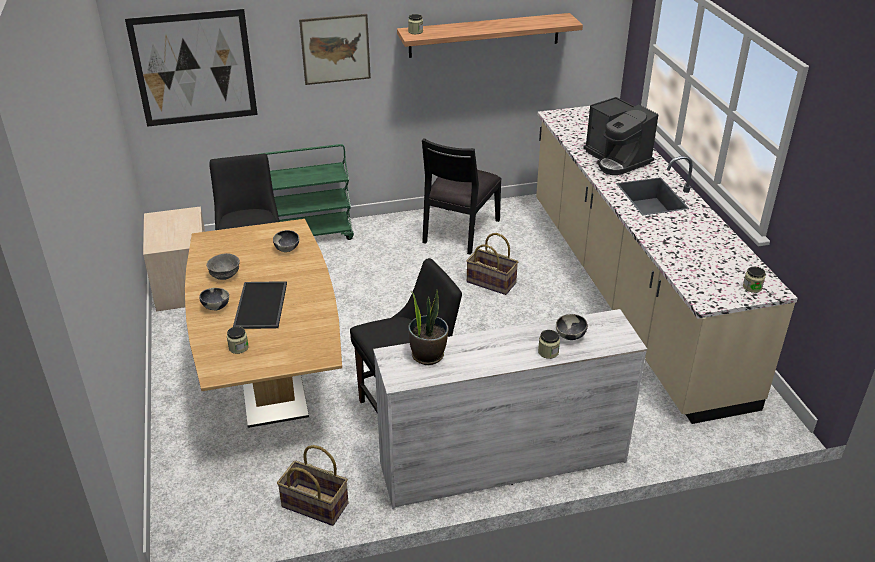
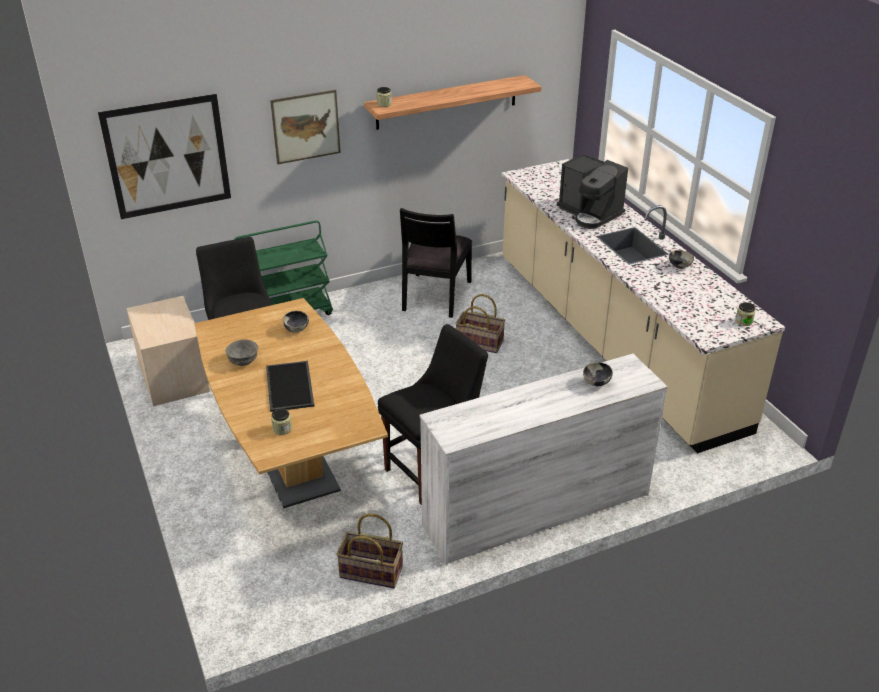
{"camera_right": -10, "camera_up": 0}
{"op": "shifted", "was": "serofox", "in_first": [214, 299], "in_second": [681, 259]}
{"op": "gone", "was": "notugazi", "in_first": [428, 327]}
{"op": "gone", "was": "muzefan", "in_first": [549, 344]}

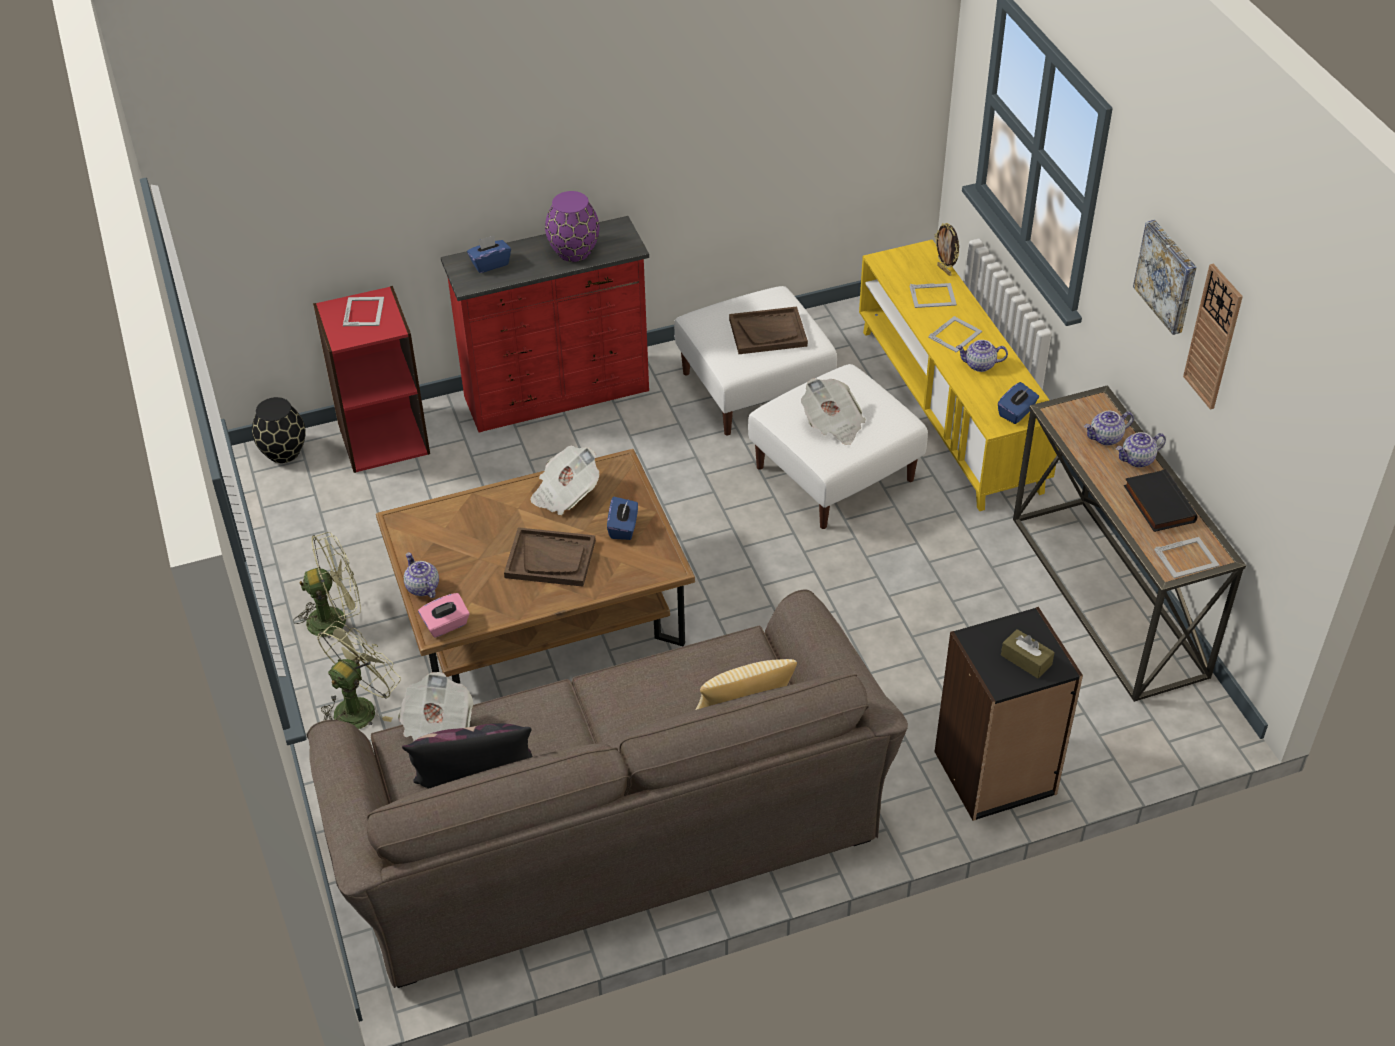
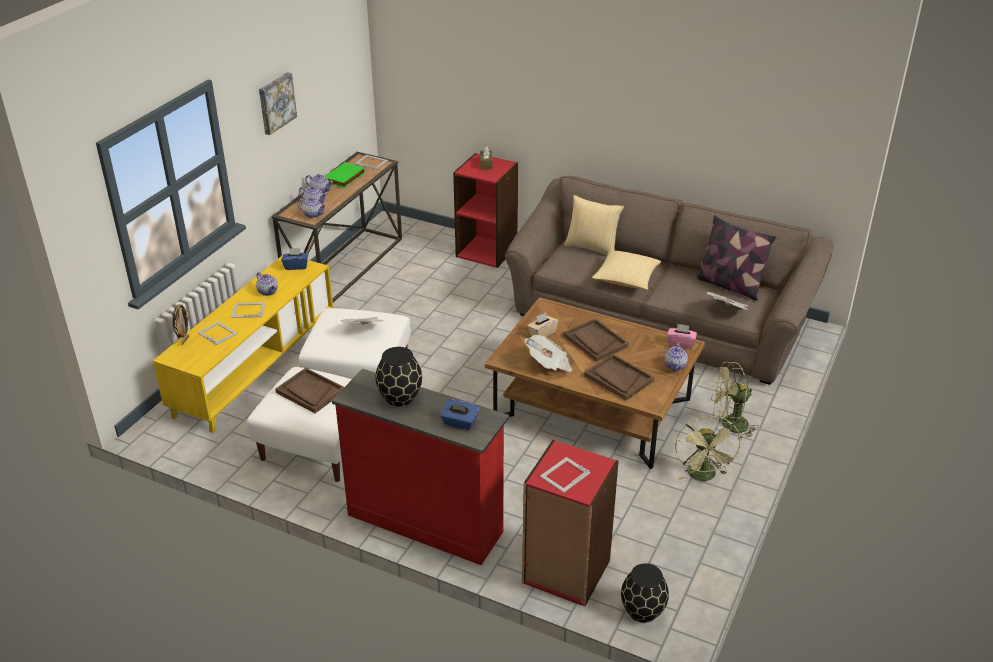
{"camera_right": -135, "camera_up": -10}
{"op": "rotated", "was": "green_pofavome", "in_first": [327, 585], "in_second": [708, 448], "clockwise": -120}
{"op": "repainted", "was": "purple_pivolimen", "now": "black_pivolimen", "in_first": [572, 226], "in_second": [399, 377]}
{"op": "repainted", "was": "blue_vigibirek", "now": "beige_vigibirek", "in_first": [622, 518], "in_second": [543, 325]}
{"op": "repainted", "was": "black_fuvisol", "now": "red_fuvisol", "in_first": [1009, 714], "in_second": [485, 210]}
{"op": "repainted", "was": "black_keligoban", "now": "green_keligoban", "in_first": [1160, 500], "in_second": [345, 175]}
{"op": "gone", "was": "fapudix", "in_first": [1213, 337]}
{"op": "new", "now": "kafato", "in_second": [311, 207]}
{"op": "new", "now": "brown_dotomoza", "in_second": [619, 377]}
{"op": "new", "now": "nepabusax", "in_second": [626, 270]}

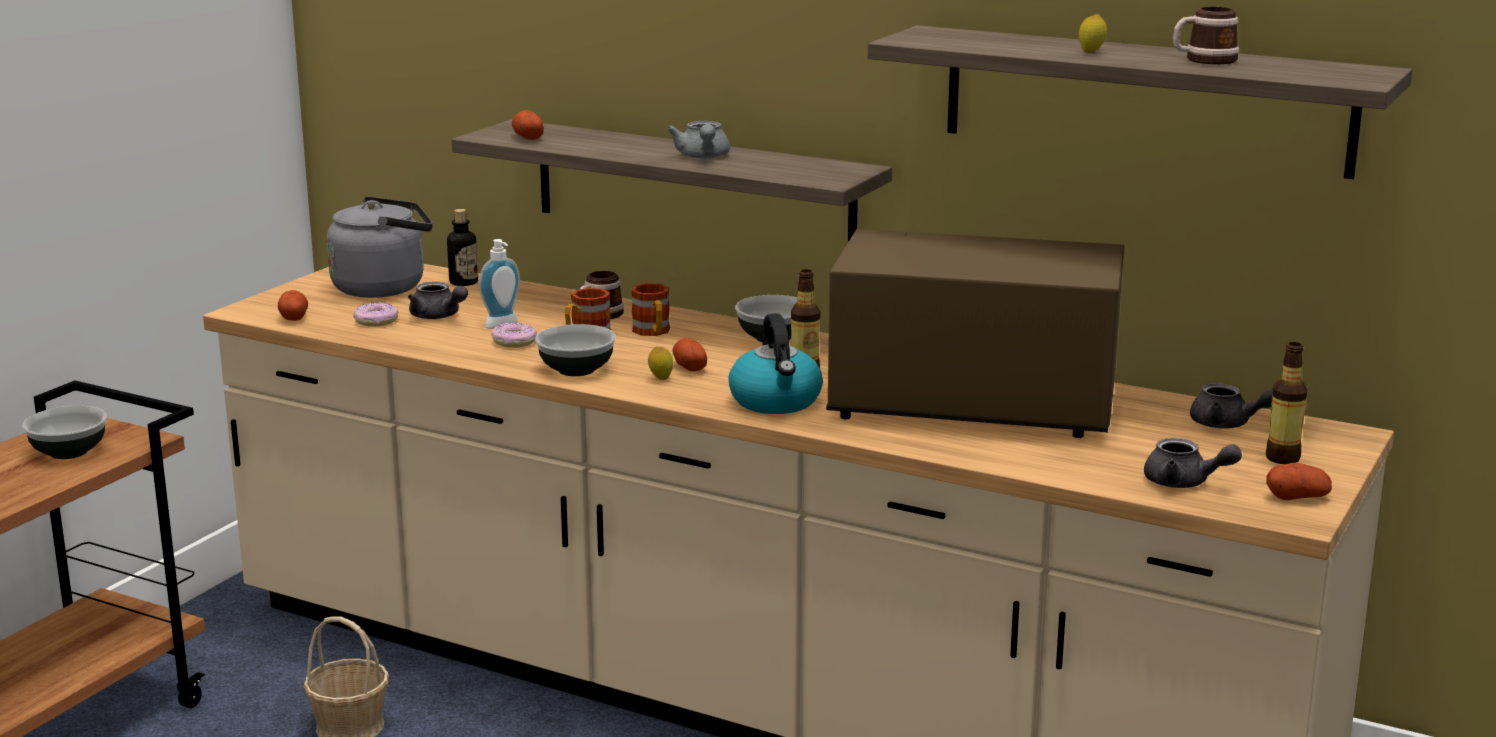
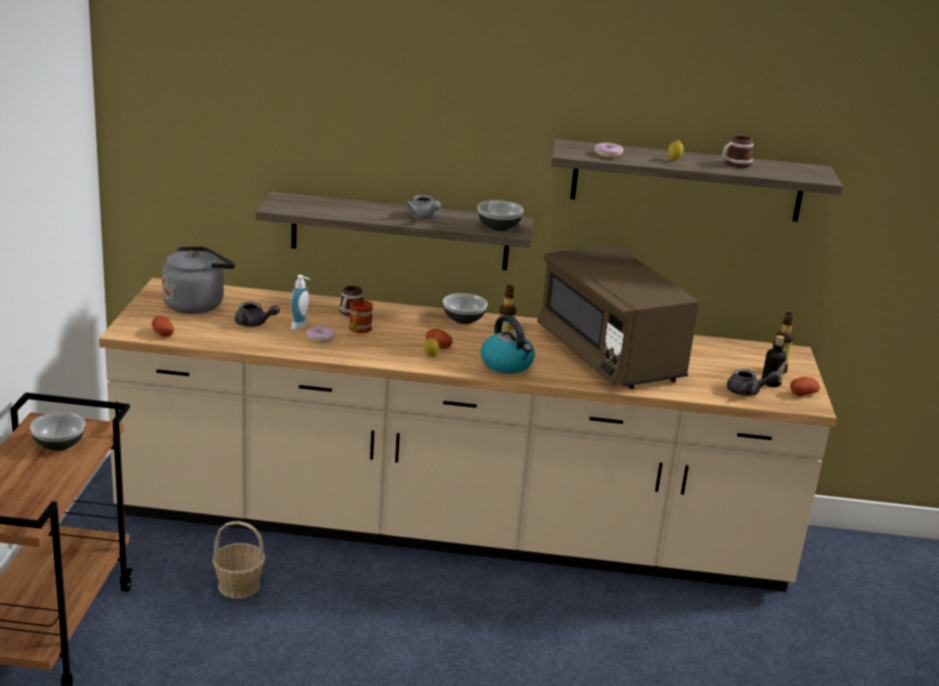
{"camera_right": -25, "camera_up": 5}
{"op": "shifted", "was": "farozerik", "in_first": [376, 314], "in_second": [608, 150]}
{"op": "shifted", "was": "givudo", "in_first": [462, 247], "in_second": [774, 361]}
{"op": "gone", "was": "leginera", "in_first": [528, 125]}
{"op": "shifted", "was": "serofox", "in_first": [575, 350], "in_second": [500, 215]}
{"op": "gone", "was": "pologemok", "in_first": [650, 309]}
{"op": "rotated", "was": "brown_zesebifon", "in_first": [975, 333], "in_second": [618, 317], "clockwise": -105}
{"op": "gone", "was": "grey_kafato", "in_first": [1231, 406]}

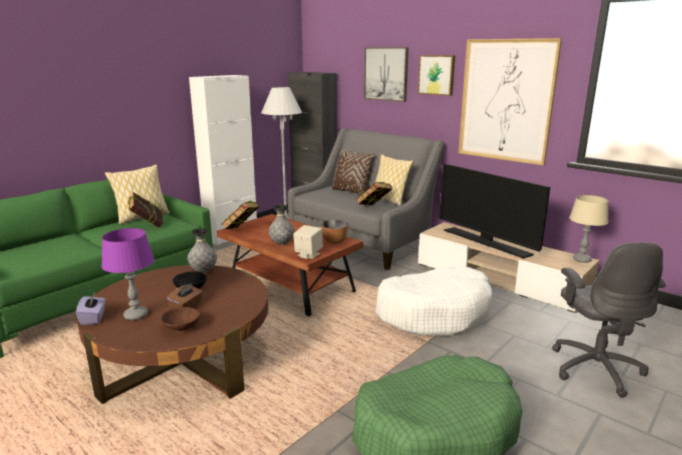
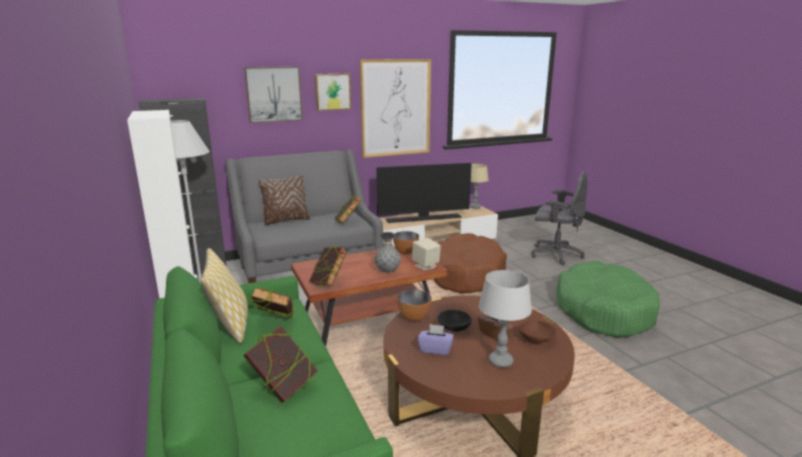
{"camera_right": -65, "camera_up": 0}
{"op": "shifted", "was": "purple_vigibirek", "in_first": [90, 309], "in_second": [435, 339]}
{"op": "repainted", "was": "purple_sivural", "now": "grey_sivural", "in_first": [127, 274], "in_second": [505, 319]}
{"op": "swapped", "was": "grey_pivolimen", "now": "serofox", "in_first": [202, 250], "in_second": [414, 306]}
{"op": "gone", "was": "nepabusax", "in_first": [394, 180]}
{"op": "repainted", "was": "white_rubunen", "now": "brown_rubunen", "in_first": [433, 301], "in_second": [470, 263]}
{"op": "new", "now": "keligoban", "in_second": [281, 364]}

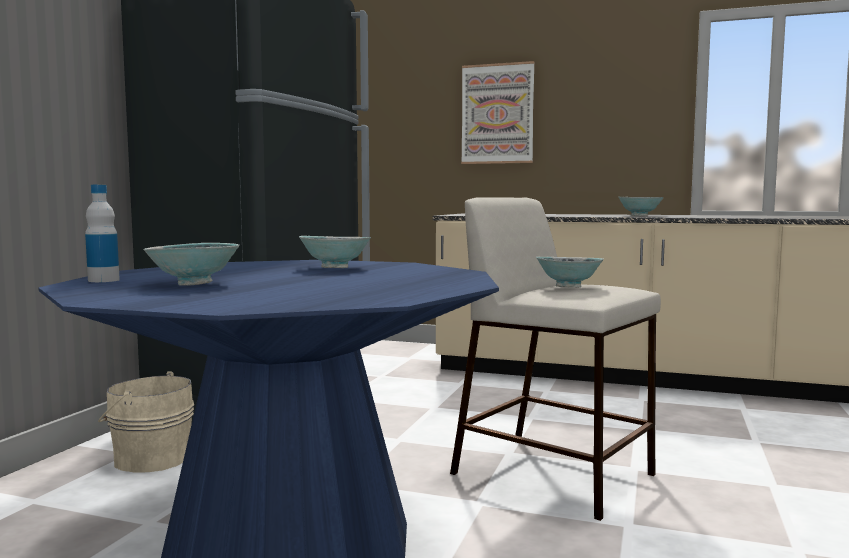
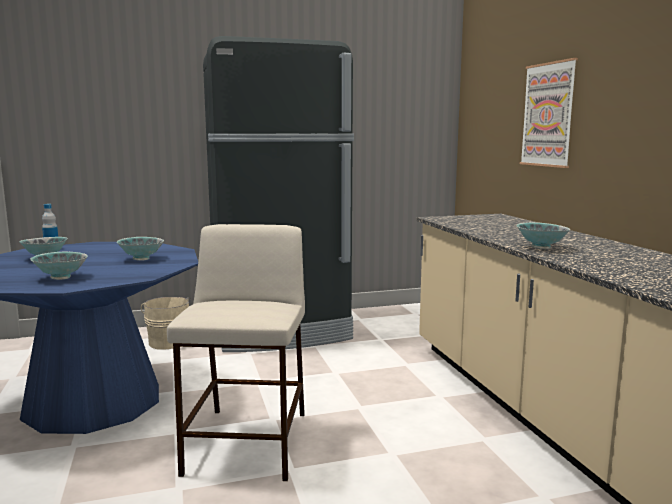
{"camera_right": 55, "camera_up": 5}
{"op": "shifted", "was": "serofox", "in_first": [570, 272], "in_second": [59, 266]}

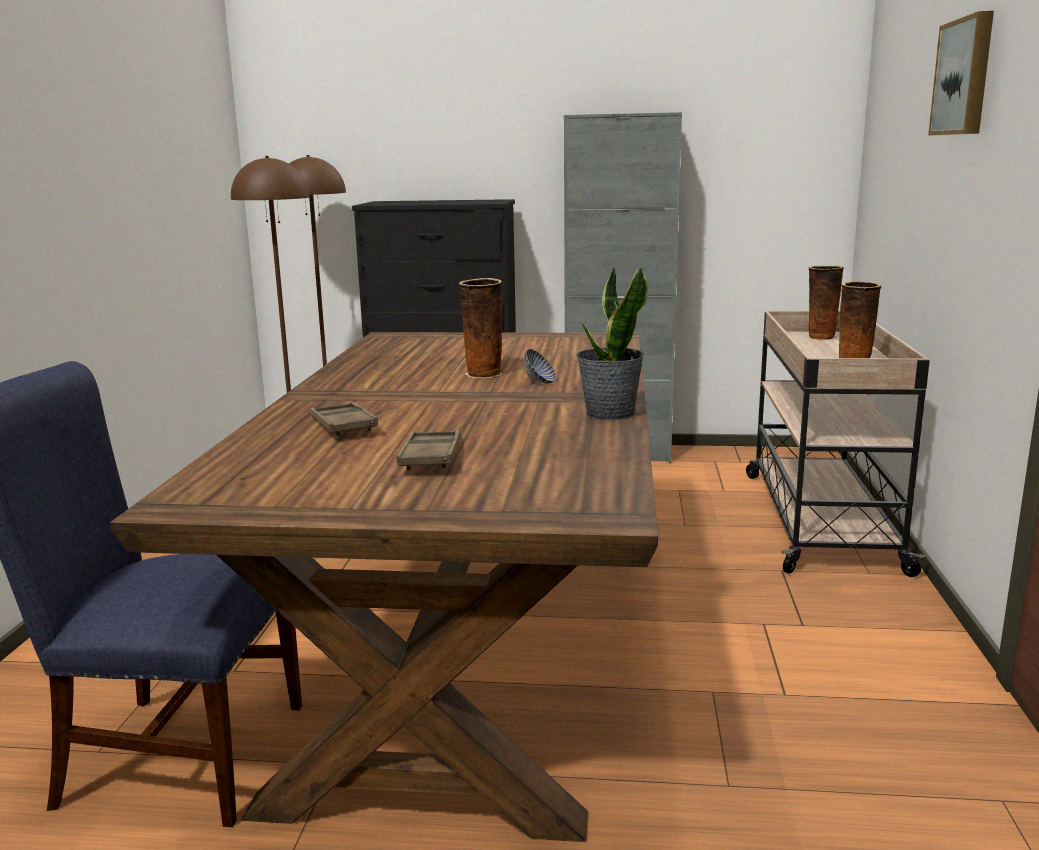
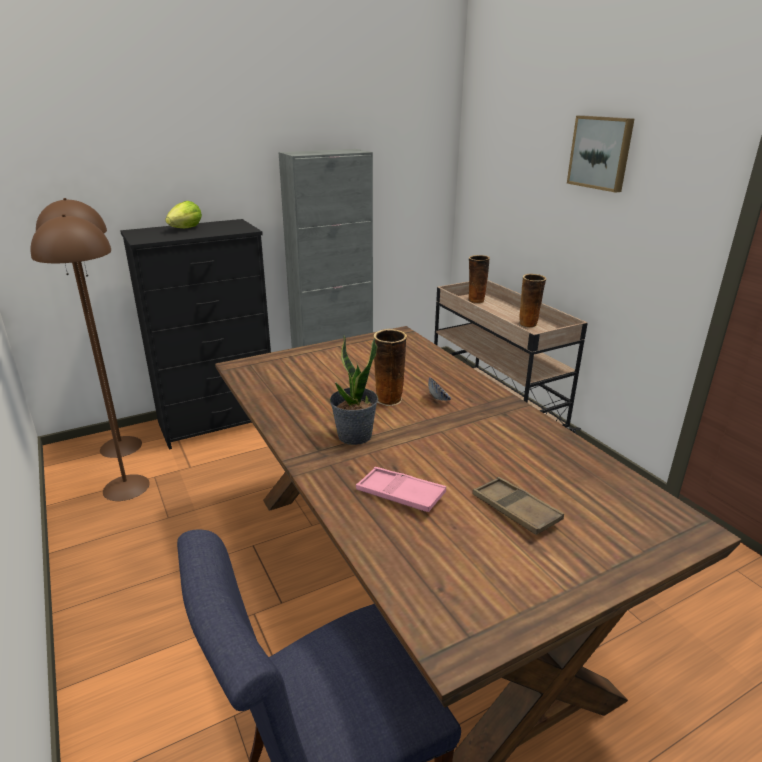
{"camera_right": -35, "camera_up": 10}
{"op": "repainted", "was": "brown_dotomoza", "now": "pink_dotomoza", "in_first": [344, 419], "in_second": [401, 489]}
{"op": "shifted", "was": "notugazi", "in_first": [612, 343], "in_second": [354, 390]}
{"op": "new", "now": "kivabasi", "in_second": [183, 214]}

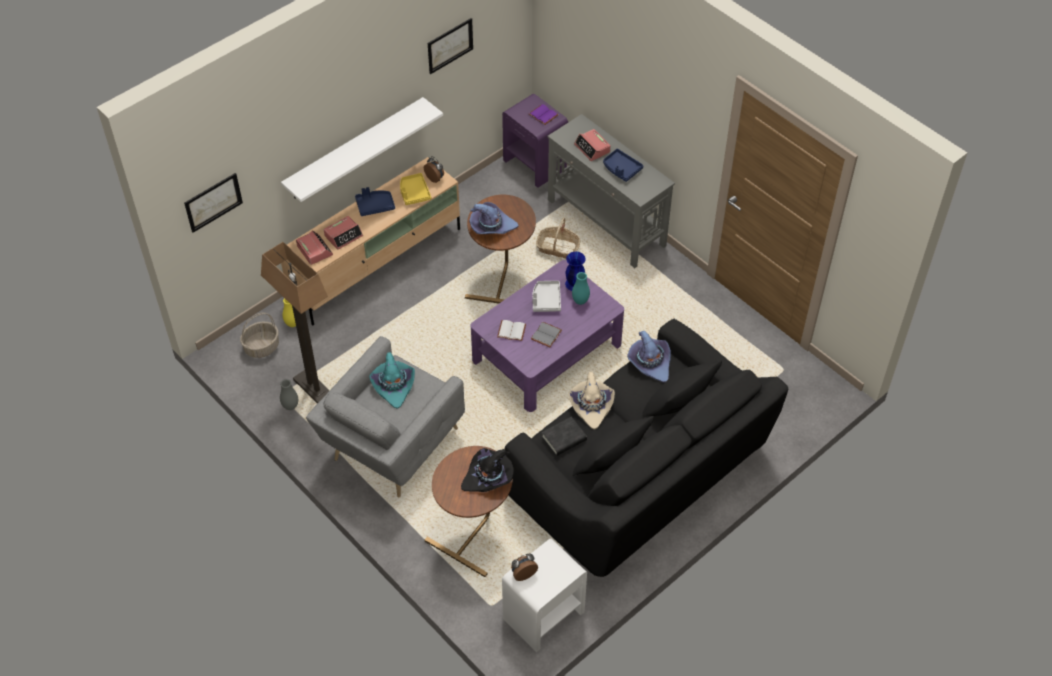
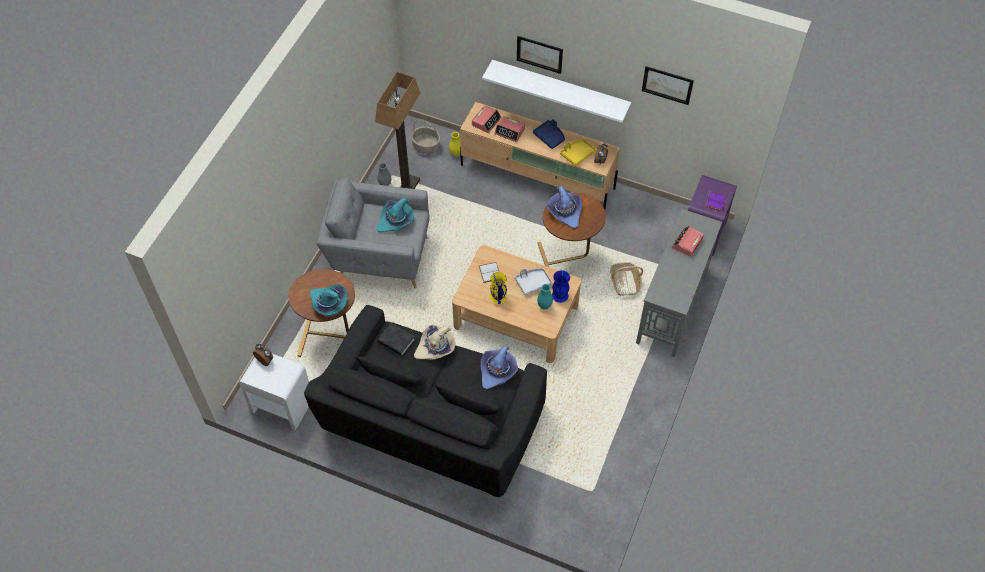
{"camera_right": 65, "camera_up": 5}
{"op": "shifted", "was": "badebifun", "in_first": [213, 203], "in_second": [540, 55]}
{"op": "repainted", "was": "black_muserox", "now": "turquoise_muserox", "in_first": [487, 470], "in_second": [329, 300]}
{"op": "repainted", "was": "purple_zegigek", "now": "beige_zegigek", "in_first": [547, 336], "in_second": [516, 304]}
{"op": "swapped", "was": "grey_keligoban", "now": "yellow_pivolimen", "in_first": [546, 334], "in_second": [498, 288]}
{"op": "gone", "was": "blue_dotomoza", "in_first": [623, 165]}

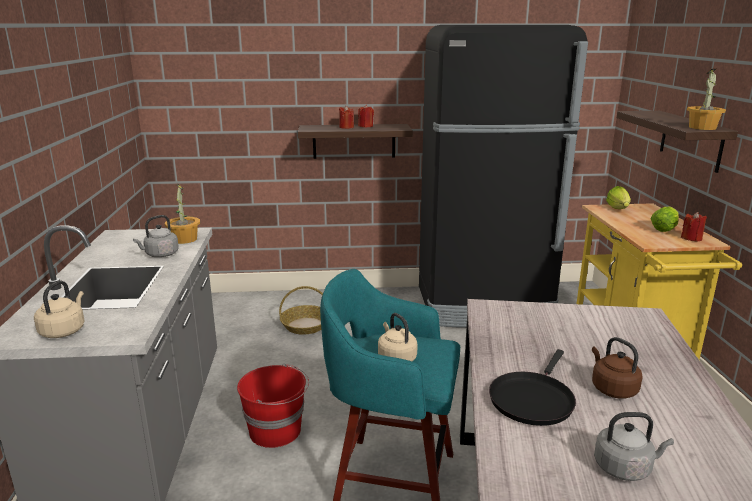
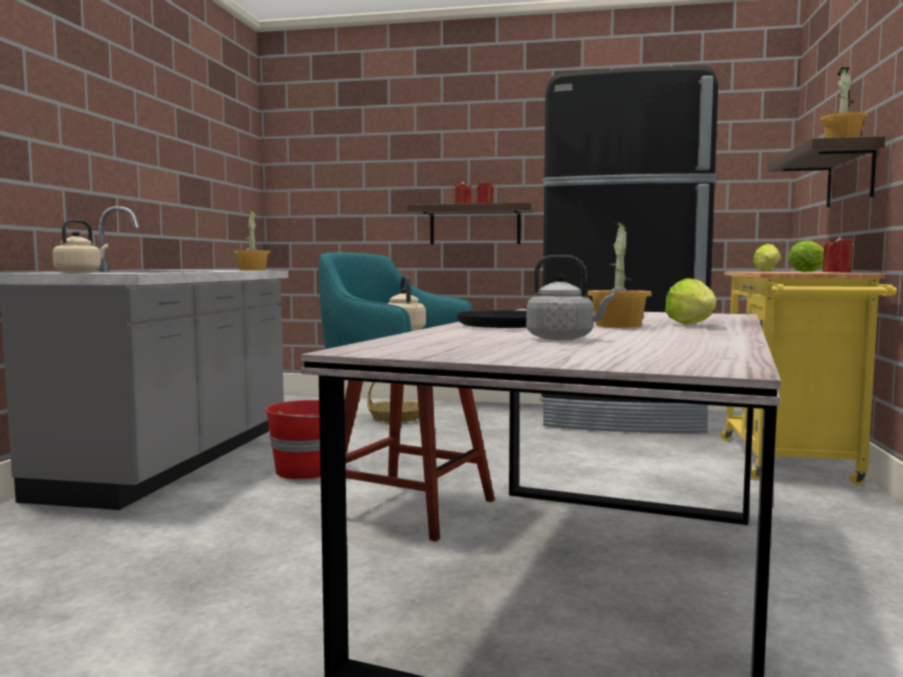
{"camera_right": 15, "camera_up": -15}
{"op": "gone", "was": "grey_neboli", "in_first": [156, 236]}
{"op": "swapped", "was": "brown_neboli", "now": "notugazi", "in_first": [617, 368], "in_second": [619, 274]}
{"op": "new", "now": "kivabasi", "in_second": [691, 301]}

